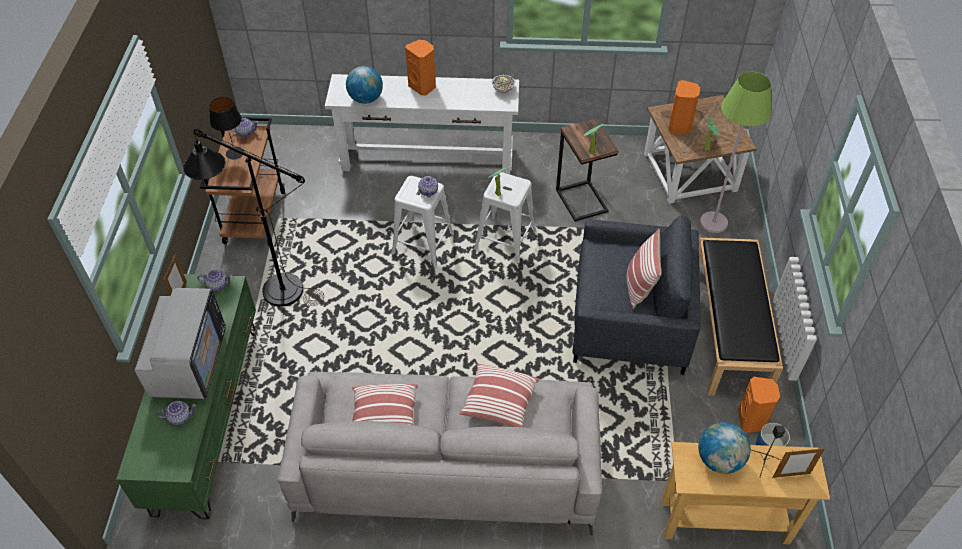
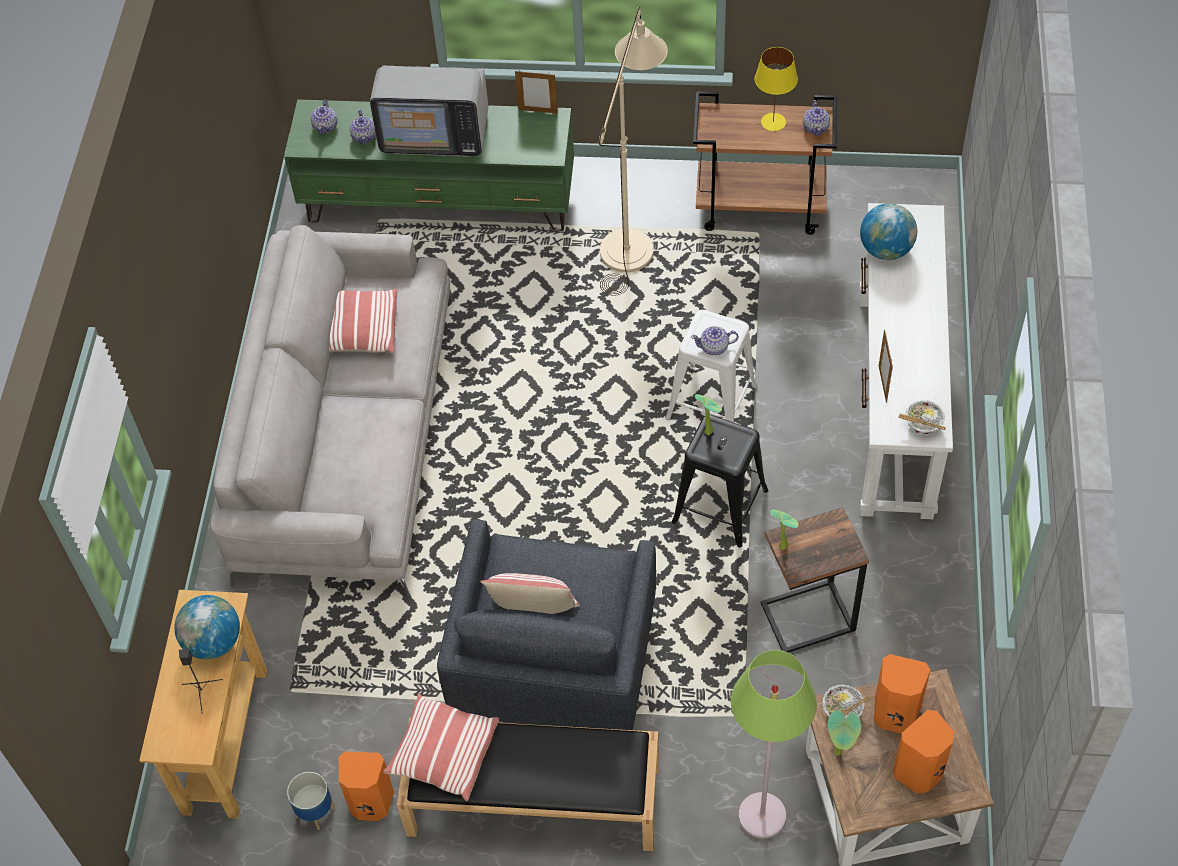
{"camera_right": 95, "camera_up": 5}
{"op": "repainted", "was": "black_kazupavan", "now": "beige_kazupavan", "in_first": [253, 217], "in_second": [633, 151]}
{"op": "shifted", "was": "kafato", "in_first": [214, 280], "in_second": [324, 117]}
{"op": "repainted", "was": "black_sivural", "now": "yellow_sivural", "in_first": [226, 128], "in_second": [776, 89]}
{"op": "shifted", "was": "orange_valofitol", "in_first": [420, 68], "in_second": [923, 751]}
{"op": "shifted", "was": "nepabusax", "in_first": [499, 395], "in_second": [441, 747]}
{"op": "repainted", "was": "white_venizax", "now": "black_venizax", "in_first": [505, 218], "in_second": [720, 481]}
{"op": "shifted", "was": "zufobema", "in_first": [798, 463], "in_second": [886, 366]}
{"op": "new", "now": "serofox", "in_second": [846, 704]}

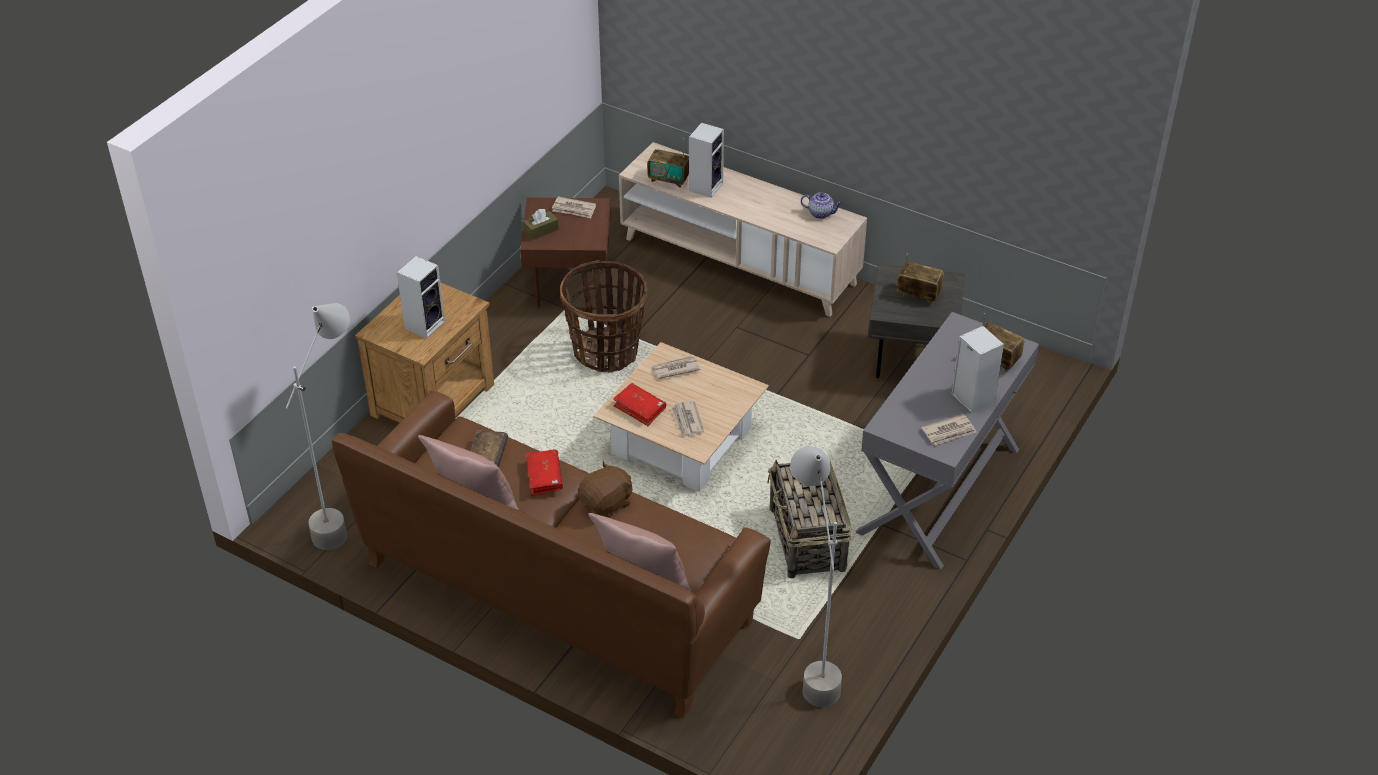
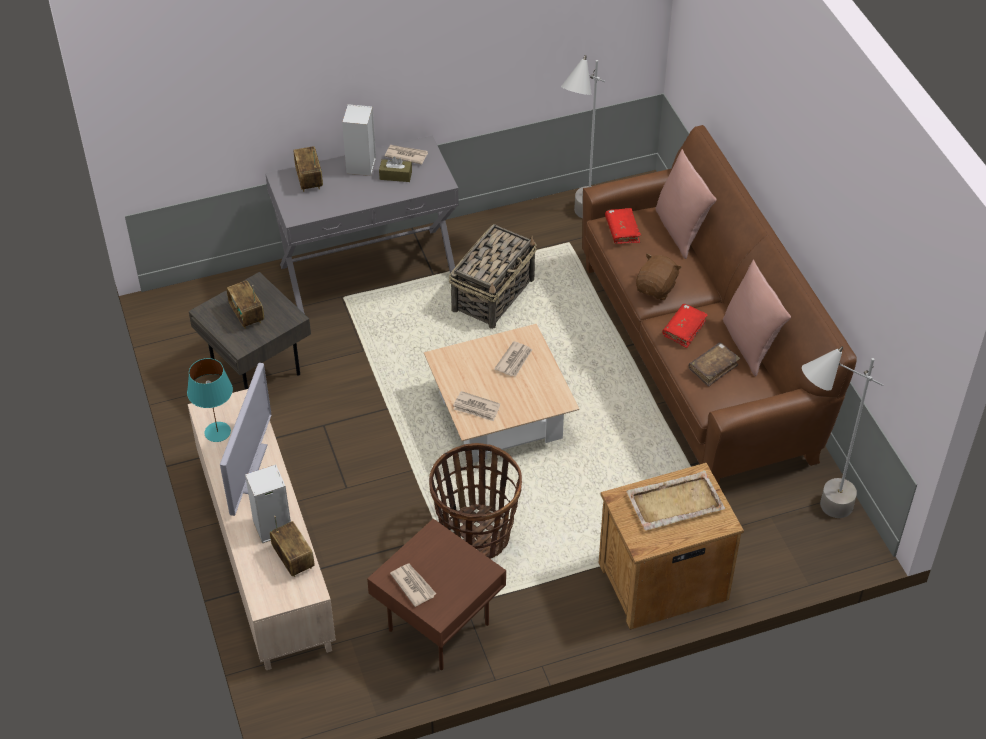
{"camera_right": -140, "camera_up": 5}
{"op": "swapped", "was": "valofitol", "now": "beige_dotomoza", "in_first": [421, 297], "in_second": [675, 500]}
{"op": "shifted", "was": "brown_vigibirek", "in_first": [541, 224], "in_second": [395, 169]}
{"op": "rotated", "was": "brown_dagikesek", "in_first": [605, 489], "in_second": [659, 277], "clockwise": 120}
{"op": "shifted", "was": "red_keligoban", "in_first": [639, 404], "in_second": [623, 226]}
{"op": "swapped", "was": "kafato", "now": "turquoise_sivural", "in_first": [821, 205], "in_second": [210, 400]}
{"op": "new", "now": "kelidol", "in_second": [246, 439]}

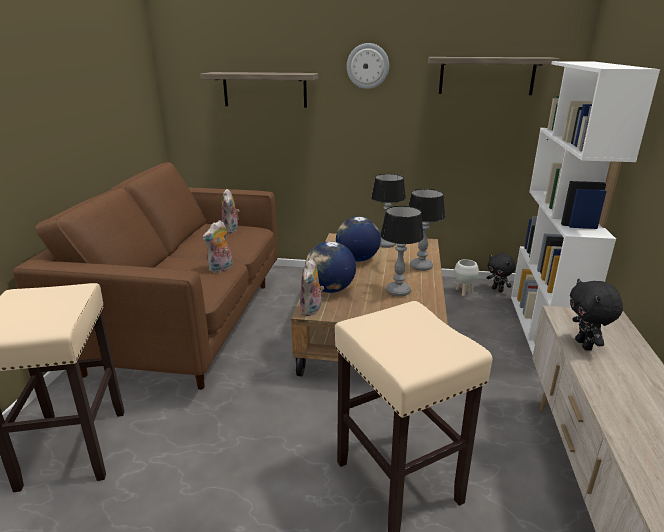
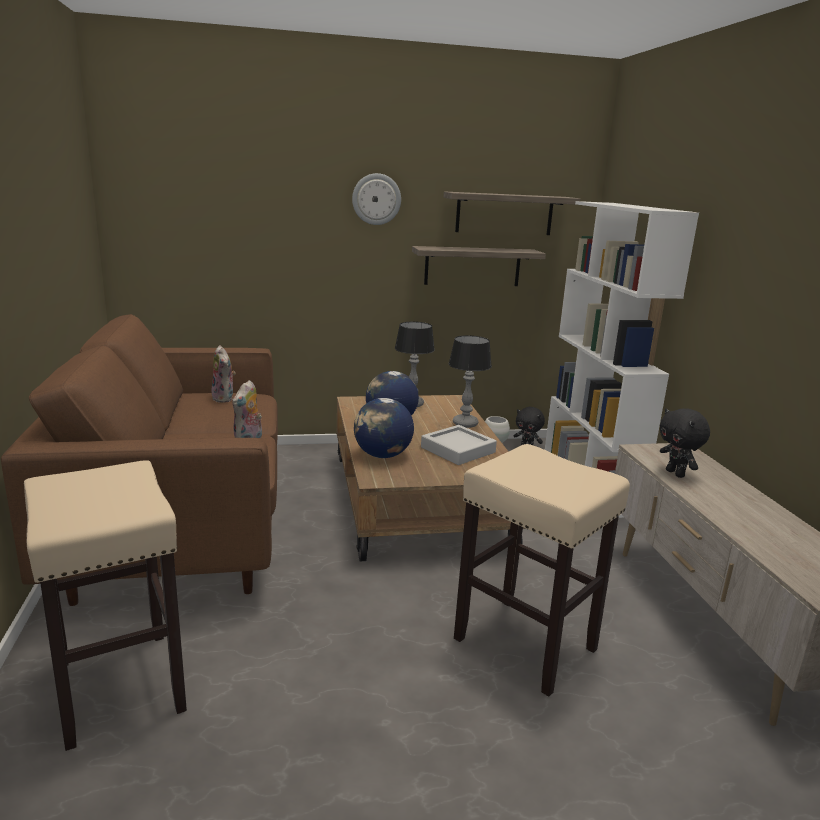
{"camera_right": -20, "camera_up": -5}
{"op": "shifted", "was": "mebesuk", "in_first": [259, 90], "in_second": [479, 266]}
{"op": "gone", "was": "dagikesek", "in_first": [312, 287]}
{"op": "swapped", "was": "sivural", "now": "grey_dotomoza", "in_first": [402, 251], "in_second": [459, 445]}

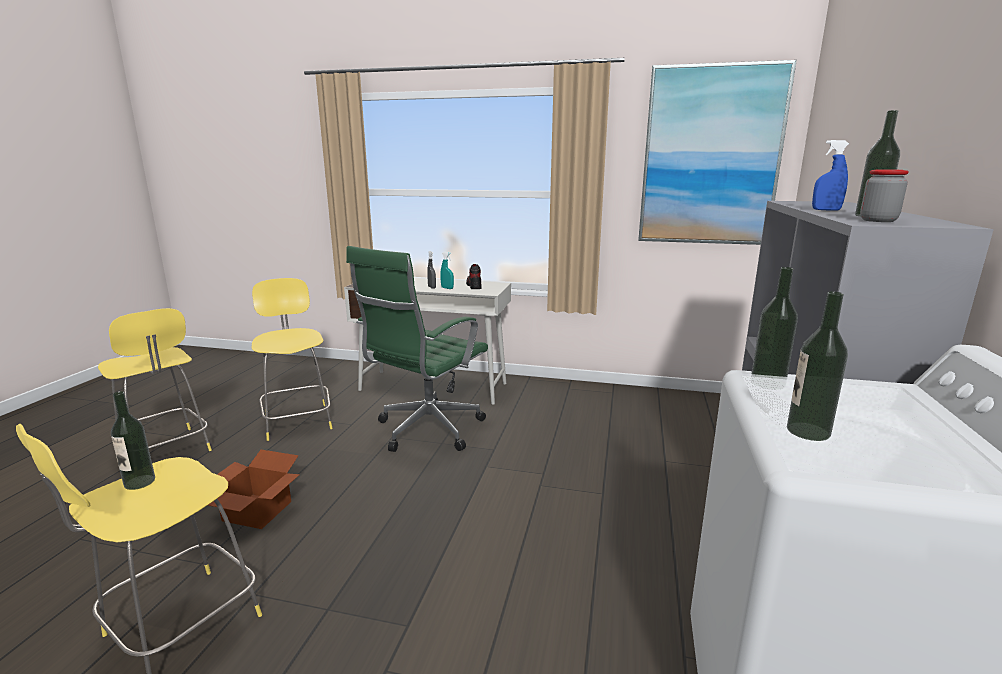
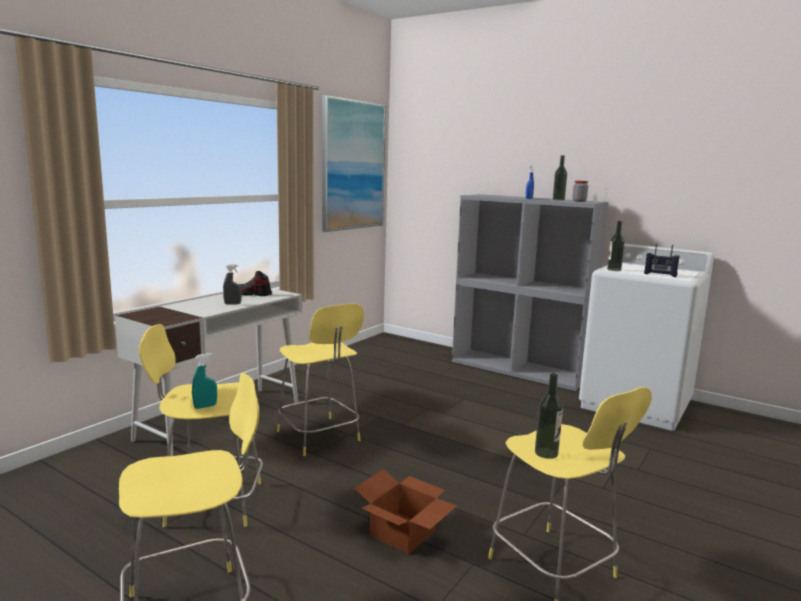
{"camera_right": -70, "camera_up": -5}
{"op": "swapped", "was": "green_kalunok", "now": "yellow_venizax", "in_first": [417, 349], "in_second": [320, 379]}
{"op": "shifted", "was": "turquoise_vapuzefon", "in_first": [447, 270], "in_second": [204, 381]}
{"op": "swapped", "was": "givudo", "now": "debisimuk", "in_first": [817, 366], "in_second": [662, 260]}

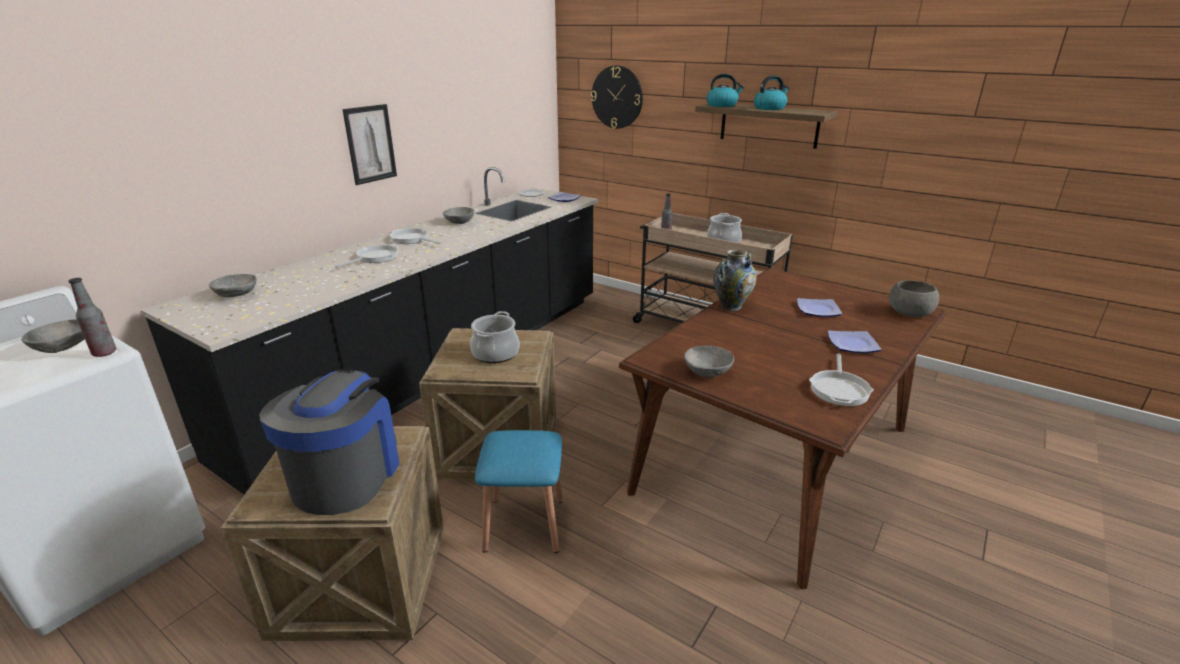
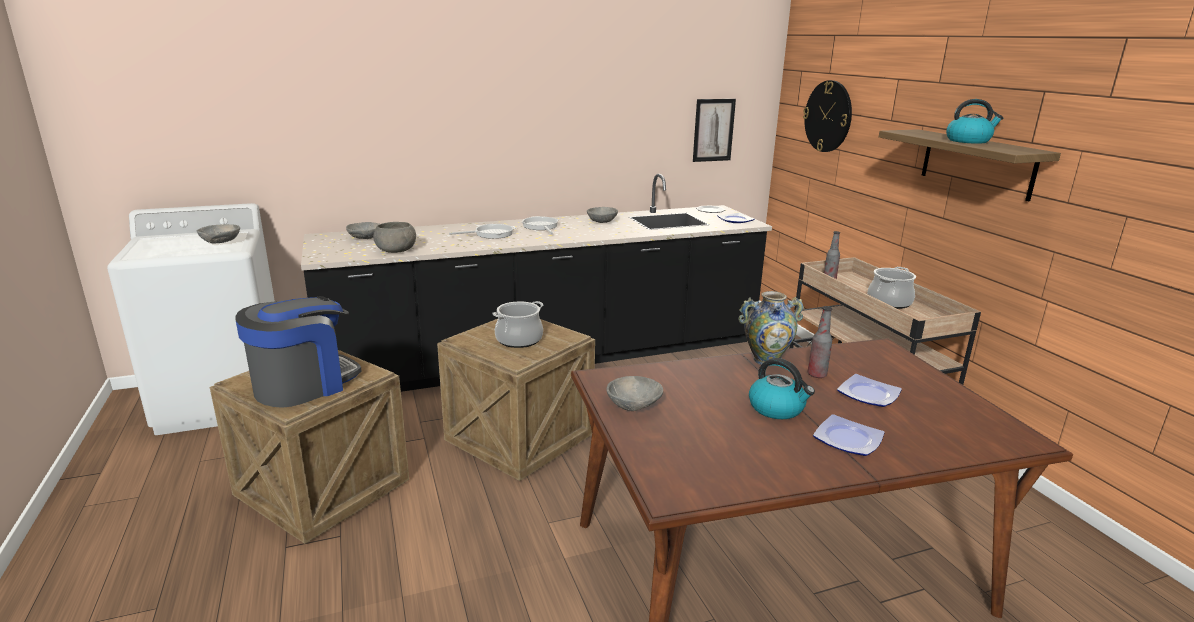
{"camera_right": 35, "camera_up": -5}
{"op": "shifted", "was": "givudo", "in_first": [92, 317], "in_second": [820, 342]}
{"op": "shifted", "was": "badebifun", "in_first": [369, 144], "in_second": [714, 130]}
{"op": "gone", "was": "blue_venizax", "in_first": [519, 491]}
{"op": "shifted", "was": "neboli", "in_first": [725, 90], "in_second": [782, 388]}
{"op": "gone", "was": "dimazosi", "in_first": [841, 380]}
{"op": "shifted", "was": "grey_serofox", "in_first": [914, 298], "in_second": [394, 237]}

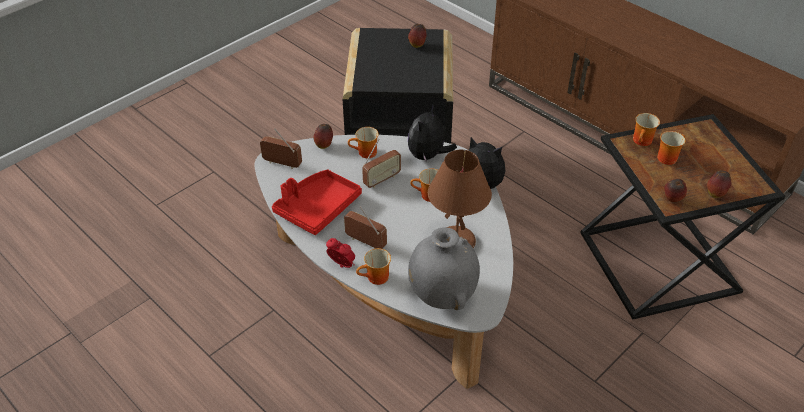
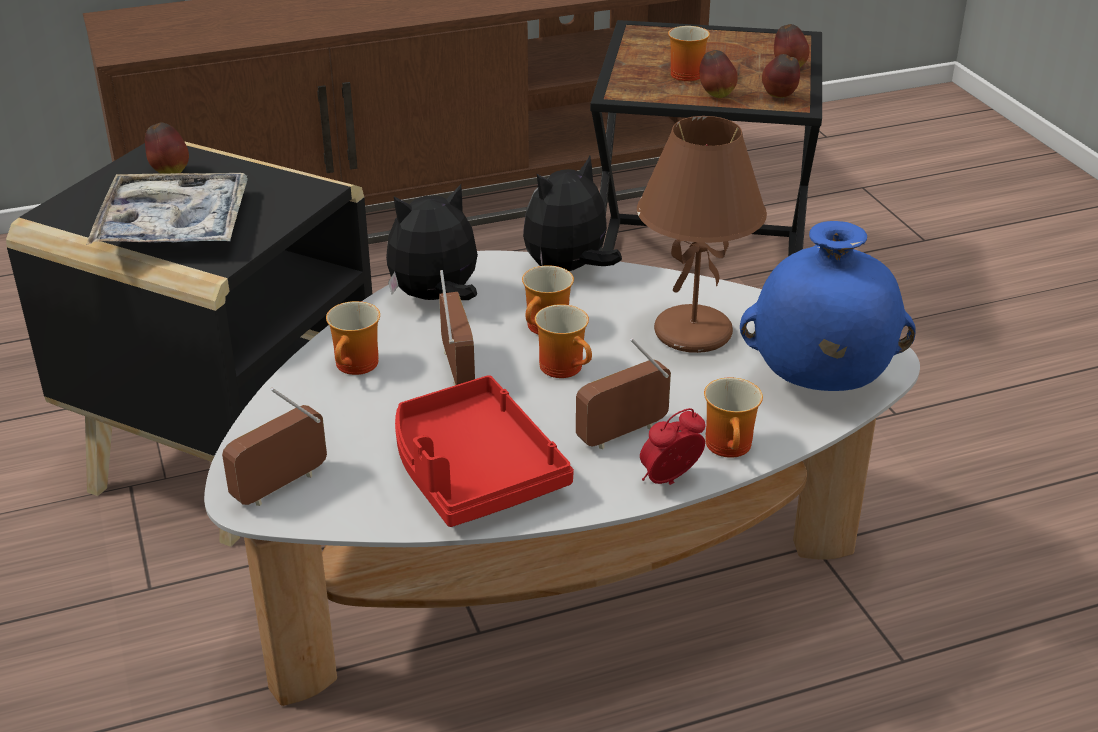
{"camera_right": -65, "camera_up": -10}
{"op": "shifted", "was": "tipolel", "in_first": [323, 136], "in_second": [718, 74]}
{"op": "rotated", "was": "dagikesek", "in_first": [432, 134], "in_second": [432, 242], "clockwise": 105}
{"op": "repainted", "was": "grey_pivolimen", "now": "blue_pivolimen", "in_first": [444, 268], "in_second": [828, 306]}
{"op": "shifted", "was": "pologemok", "in_first": [646, 129], "in_second": [563, 341]}
{"op": "new", "now": "dotomoza", "in_second": [167, 208]}

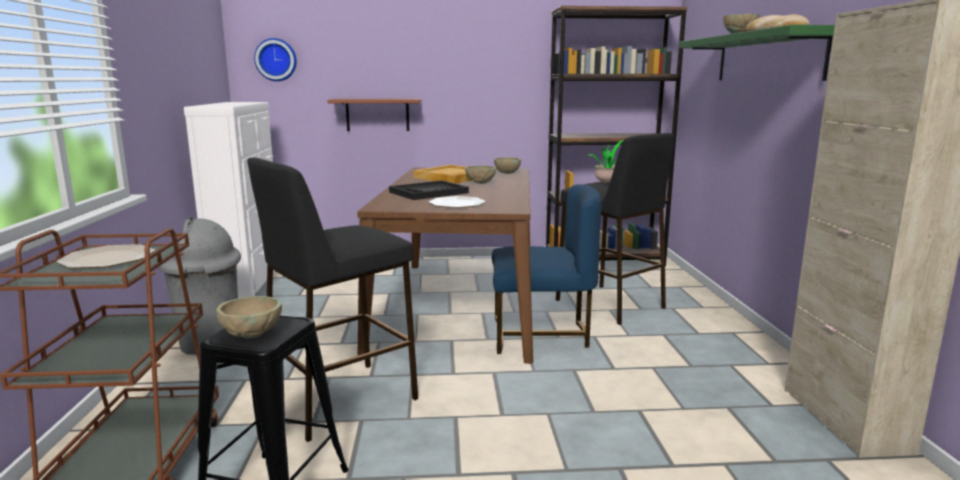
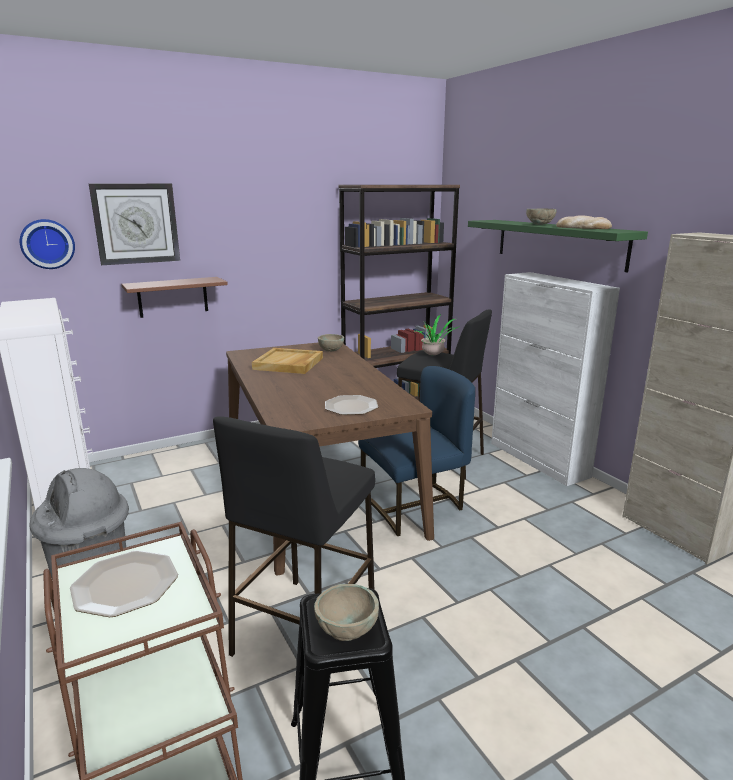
{"camera_right": -25, "camera_up": 5}
{"op": "gone", "was": "black_dotomoza", "in_first": [429, 190]}
{"op": "gone", "was": "beige_serofox", "in_first": [480, 175]}
{"op": "new", "now": "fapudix", "in_second": [134, 224]}
{"op": "new", "now": "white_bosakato", "in_second": [555, 379]}

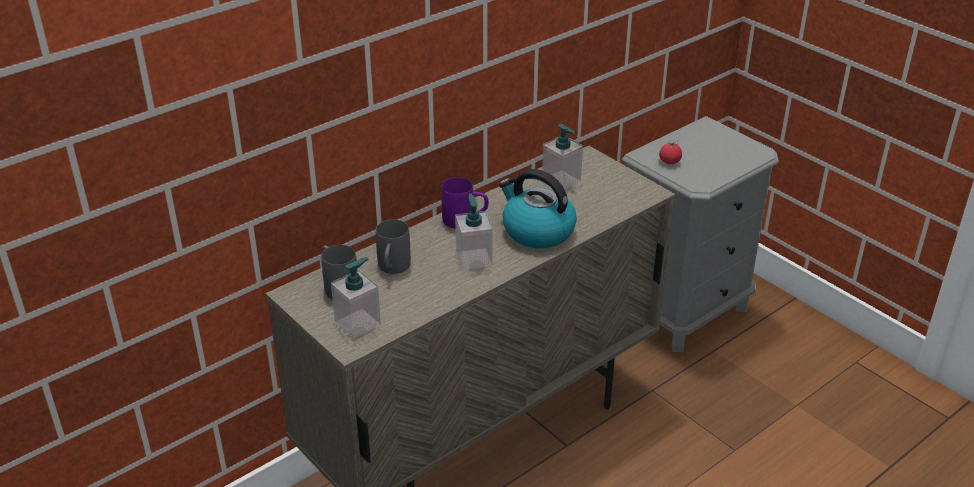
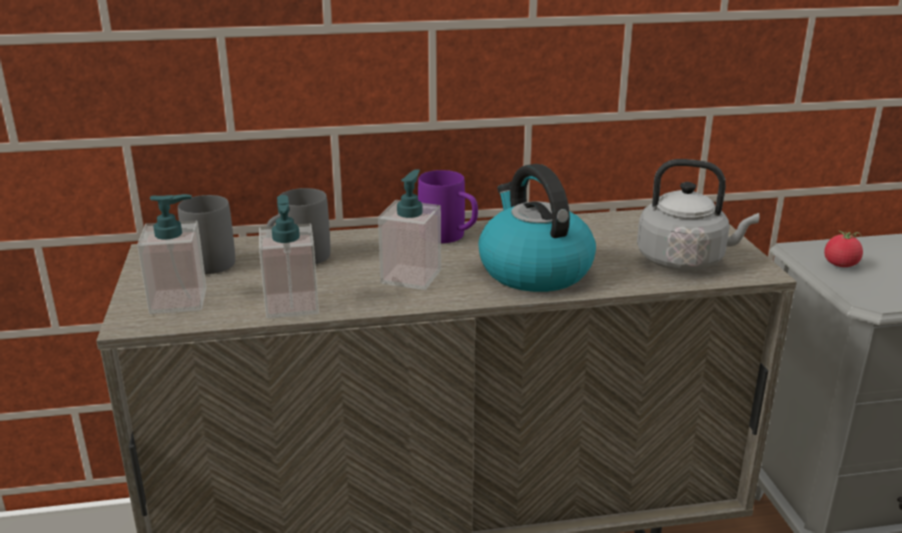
{"camera_right": 30, "camera_up": -10}
{"op": "shifted", "was": "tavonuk", "in_first": [562, 156], "in_second": [289, 257]}
{"op": "new", "now": "grey_neboli", "in_second": [698, 215]}

